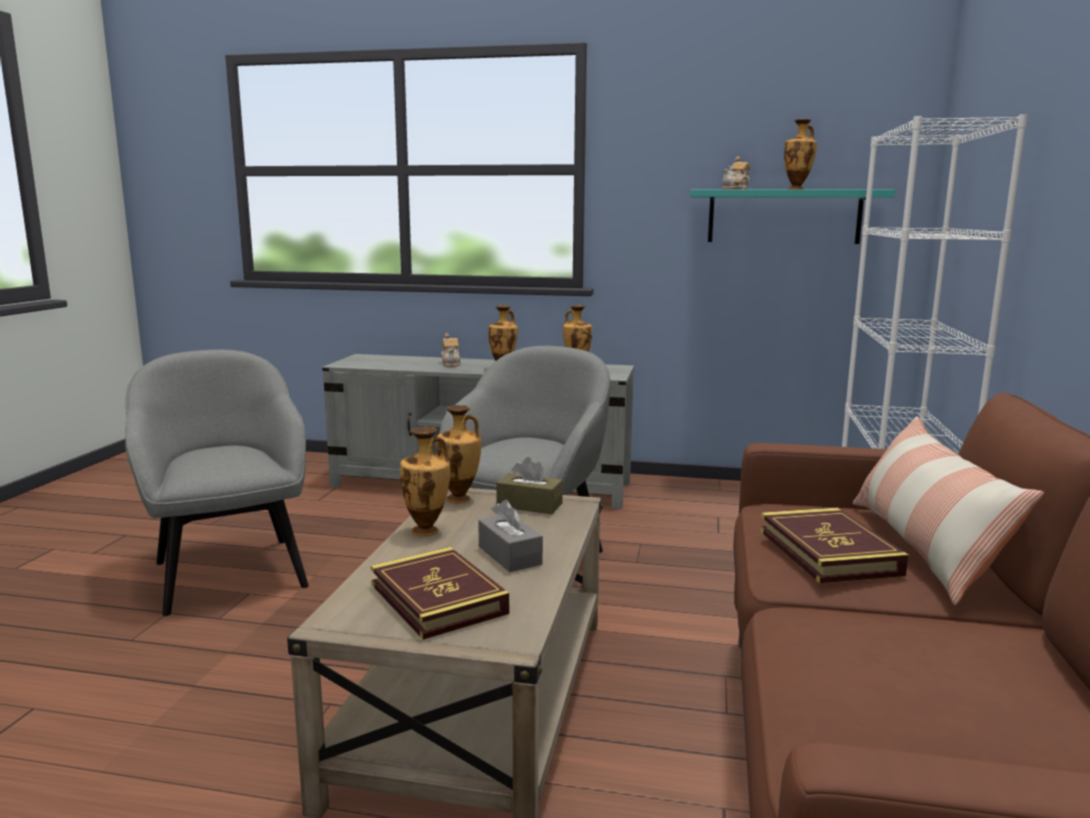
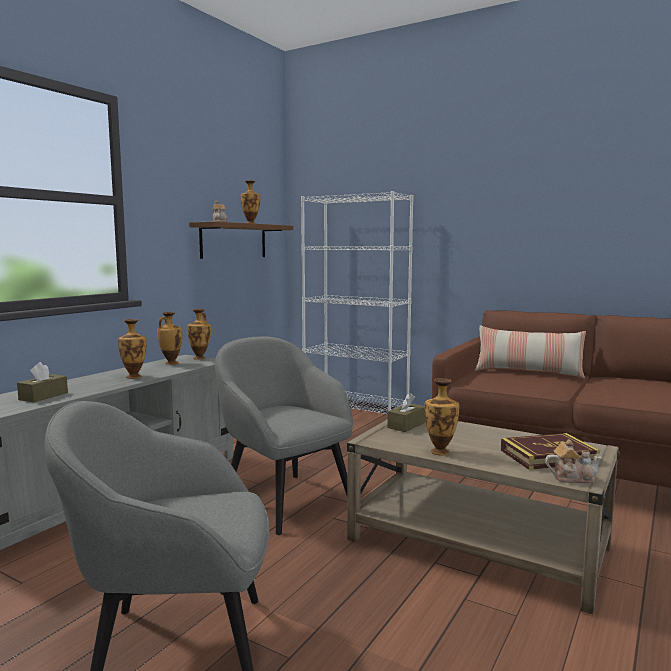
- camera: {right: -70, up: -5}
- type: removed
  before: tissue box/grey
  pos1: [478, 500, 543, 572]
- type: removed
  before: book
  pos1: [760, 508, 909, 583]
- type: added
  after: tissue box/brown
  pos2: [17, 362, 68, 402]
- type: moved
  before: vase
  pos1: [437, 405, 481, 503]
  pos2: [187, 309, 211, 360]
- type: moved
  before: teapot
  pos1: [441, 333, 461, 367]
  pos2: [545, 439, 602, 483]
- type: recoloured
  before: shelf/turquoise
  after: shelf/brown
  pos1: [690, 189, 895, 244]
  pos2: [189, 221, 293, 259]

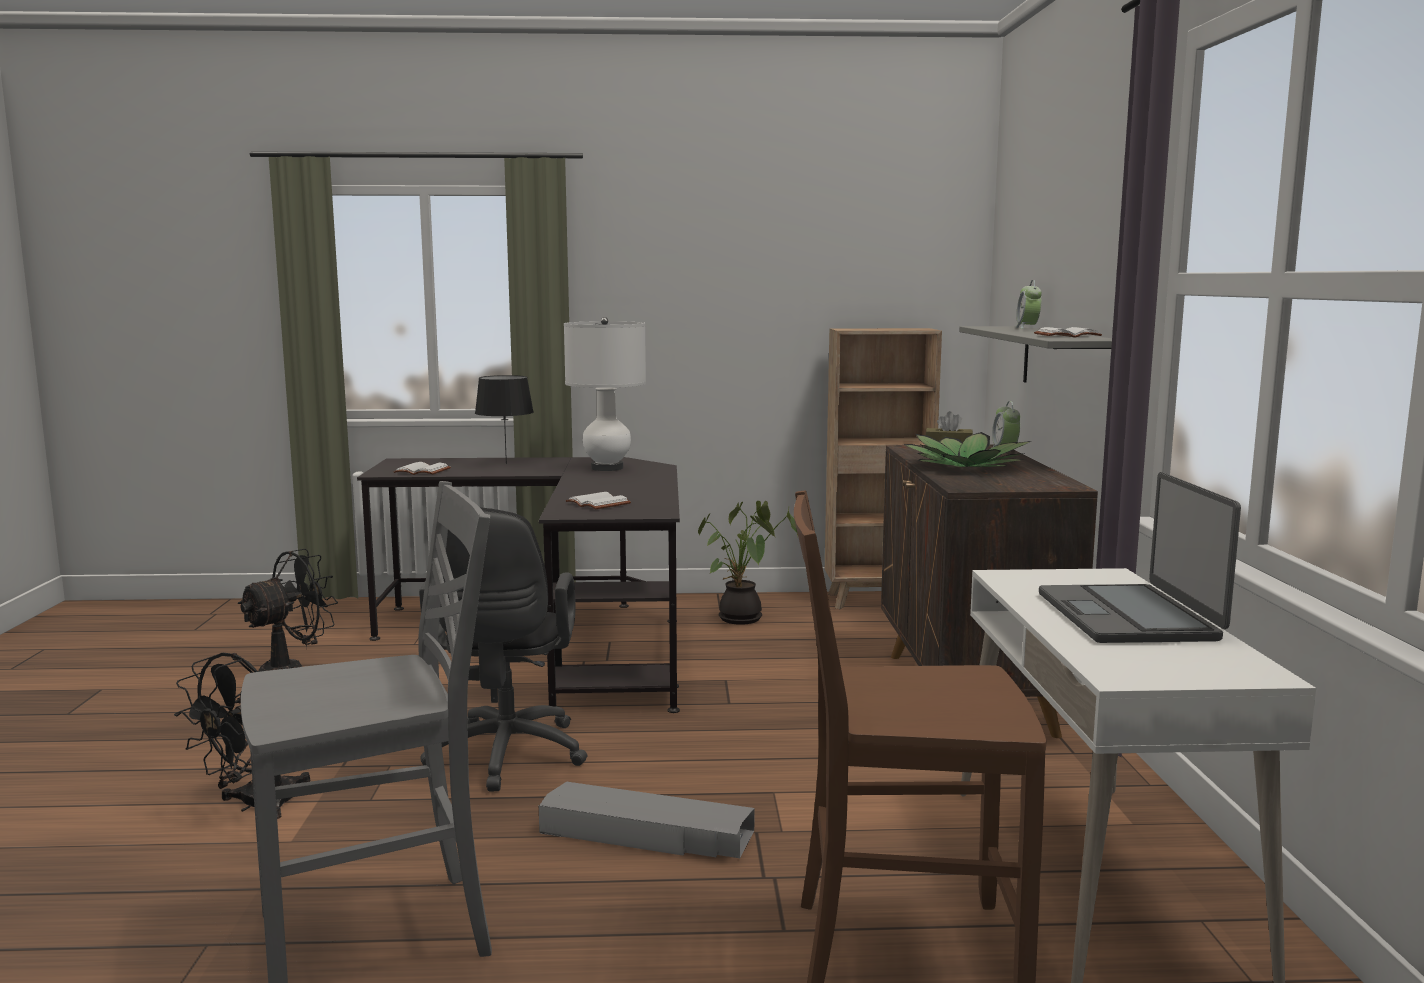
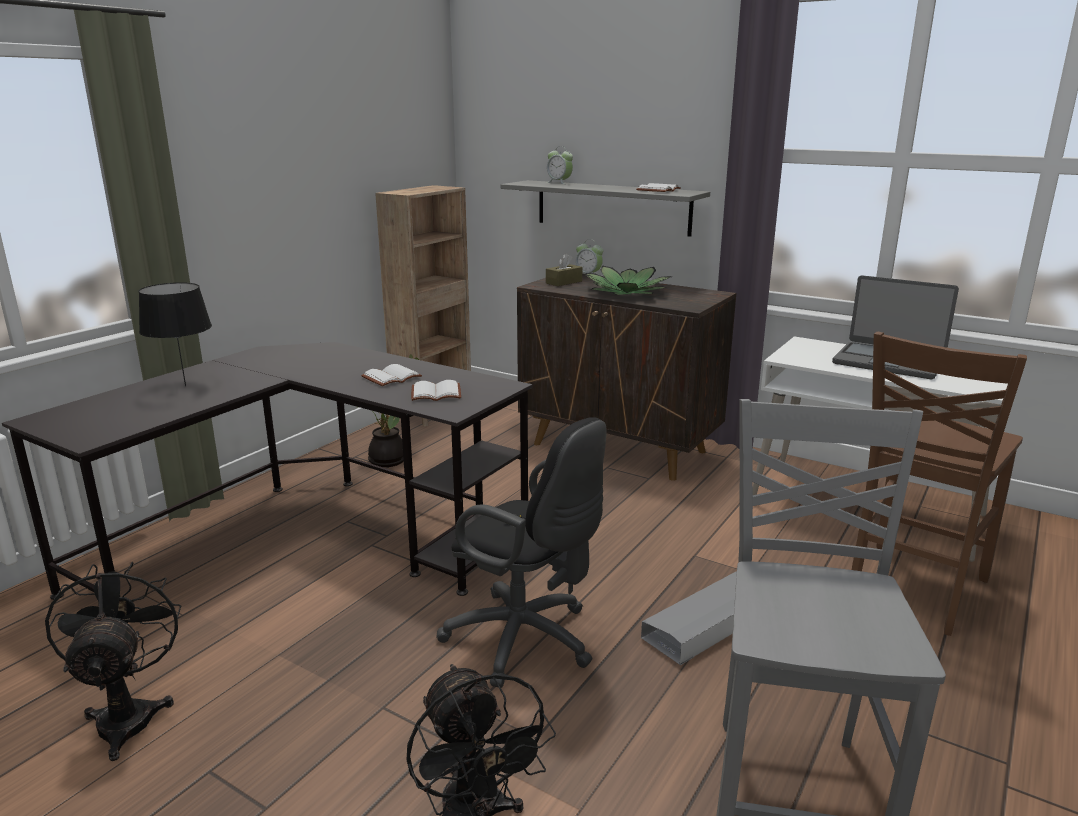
- camera: {right: -55, up: 10}
- type: removed
  before: table lamp/white
  pos1: [564, 317, 646, 471]
- type: moved
  before: book/white
  pos1: [393, 462, 451, 475]
  pos2: [361, 364, 422, 386]

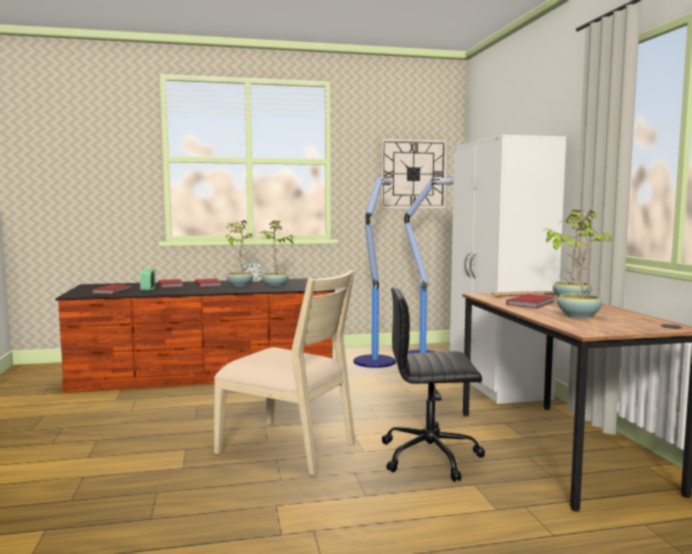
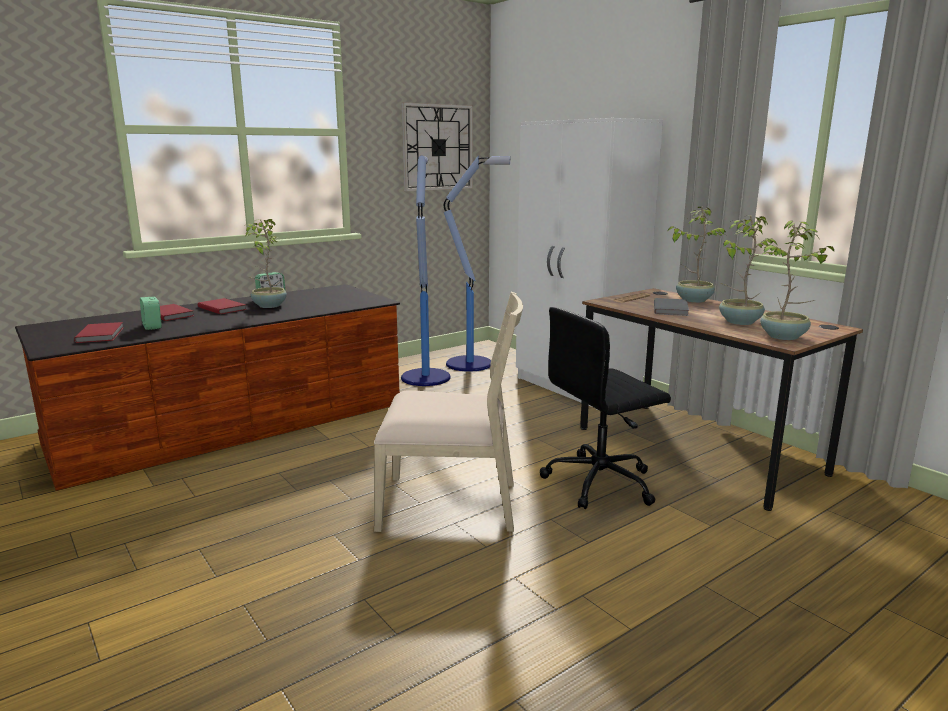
- camera: {right: -25, up: 10}
- type: moved
  before: potted plant
  pos1: [259, 220, 295, 287]
  pos2: [760, 220, 834, 340]
- type: recoloured
  before: book/red
  after: book/grey
  pos1: [506, 294, 554, 308]
  pos2: [654, 298, 689, 316]

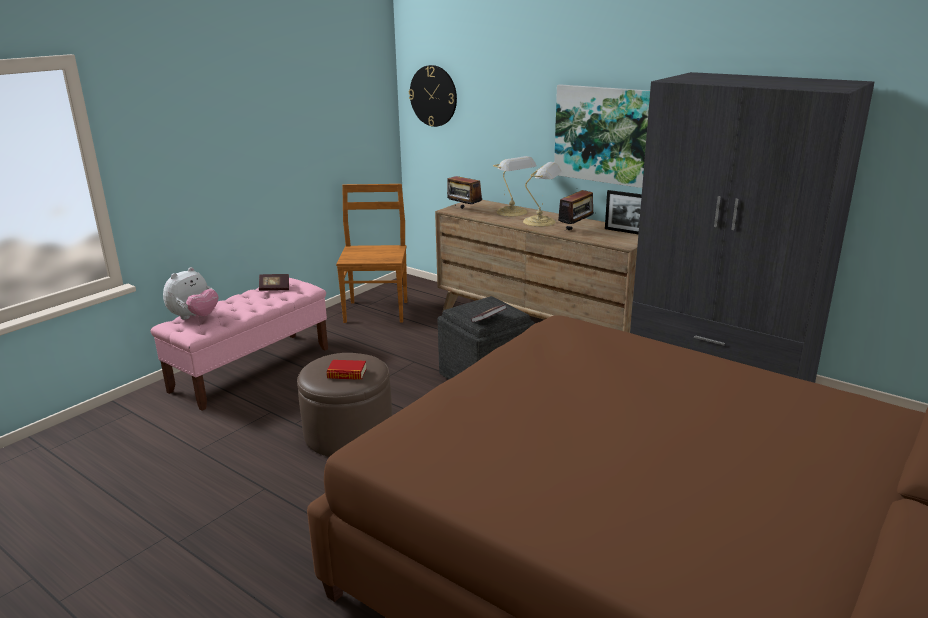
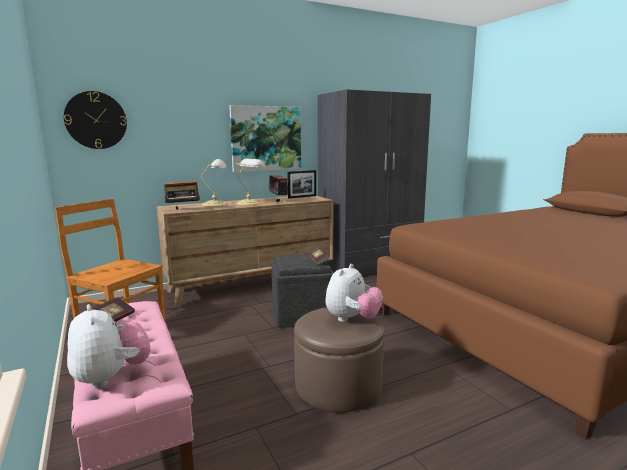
- camera: {right: -65, up: -10}
- type: replaced
  before: book
  after: plush toy
  pos1: [327, 360, 367, 380]
  pos2: [325, 264, 383, 322]

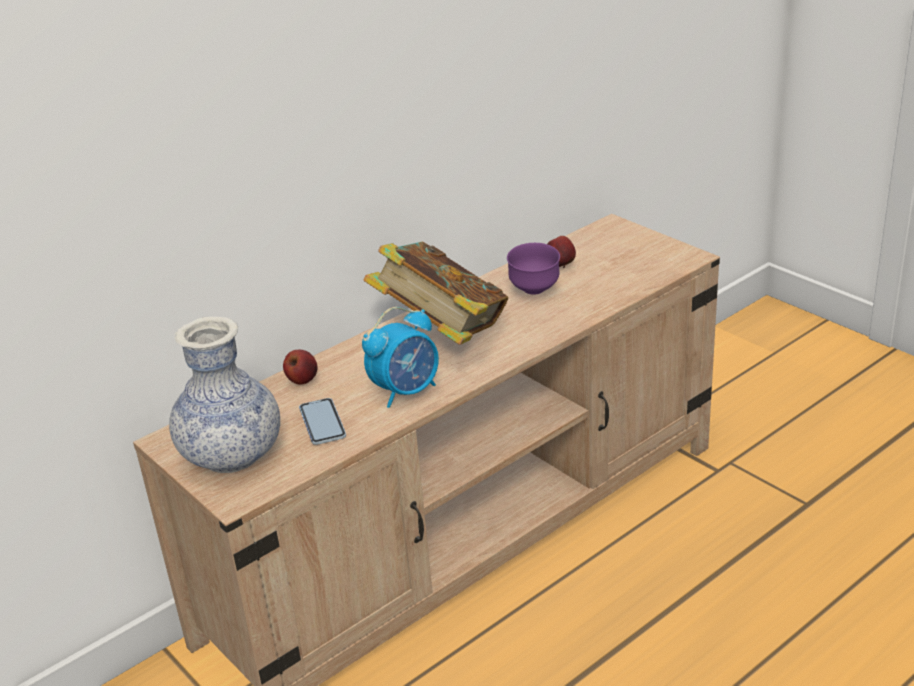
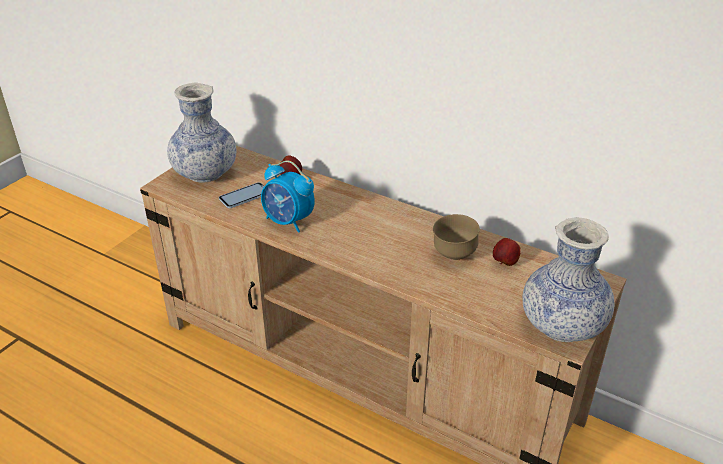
- camera: {right: 70, up: 5}
- type: removed
  before: book
  pos1: [364, 241, 508, 345]
- type: added
  after: vase
  pos2: [522, 217, 615, 342]
- type: recoloured
  before: bowl/purple
  after: bowl/brown
  pos1: [507, 243, 560, 295]
  pos2: [433, 214, 480, 260]

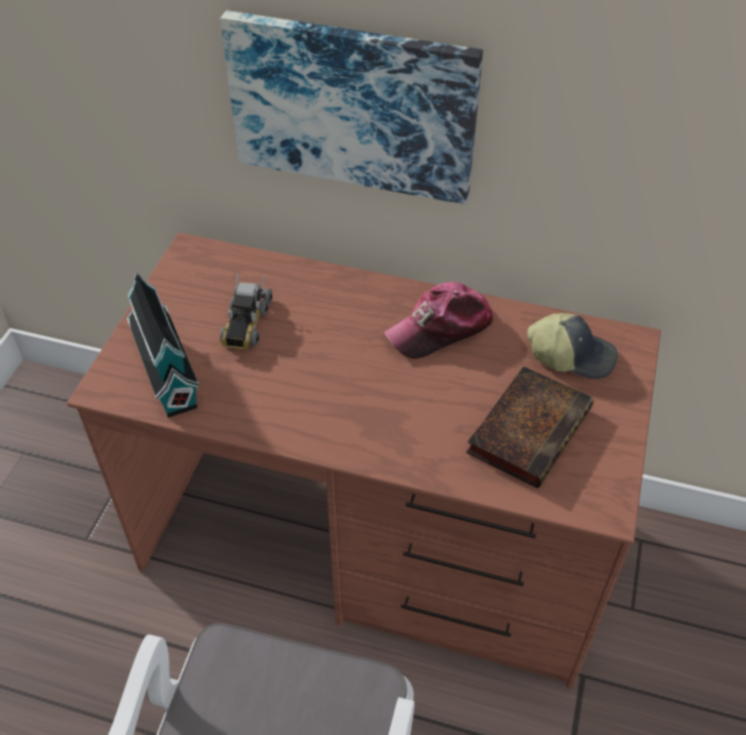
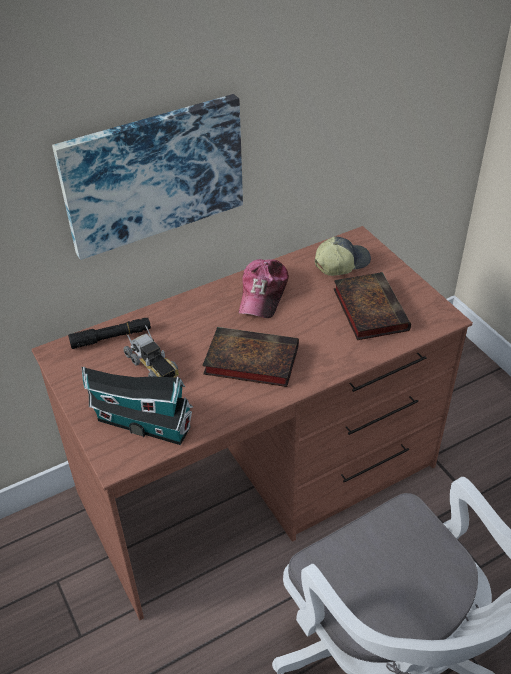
- camera: {right: -45, up: -5}
- type: added
  after: flashlight/black
  pos2: [68, 318, 151, 349]
- type: added
  after: book
  pos2: [202, 327, 299, 387]

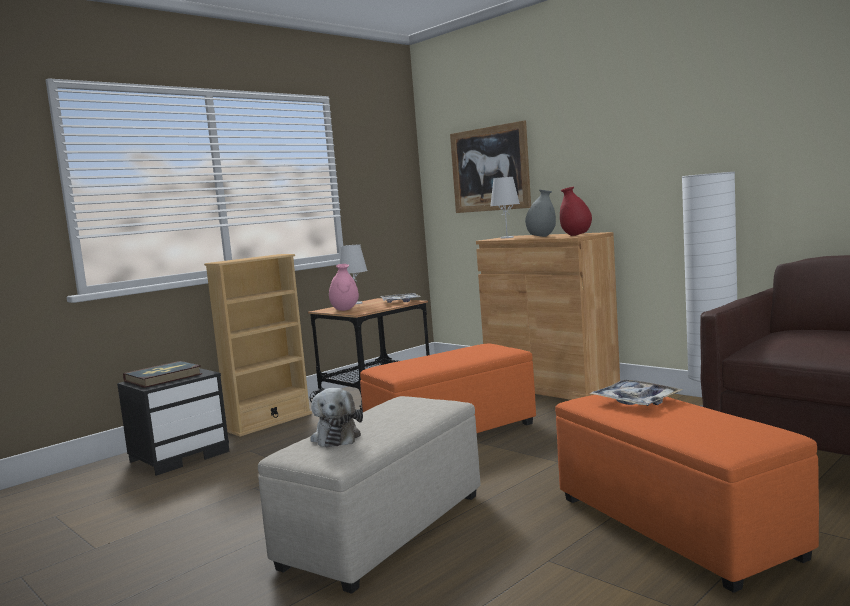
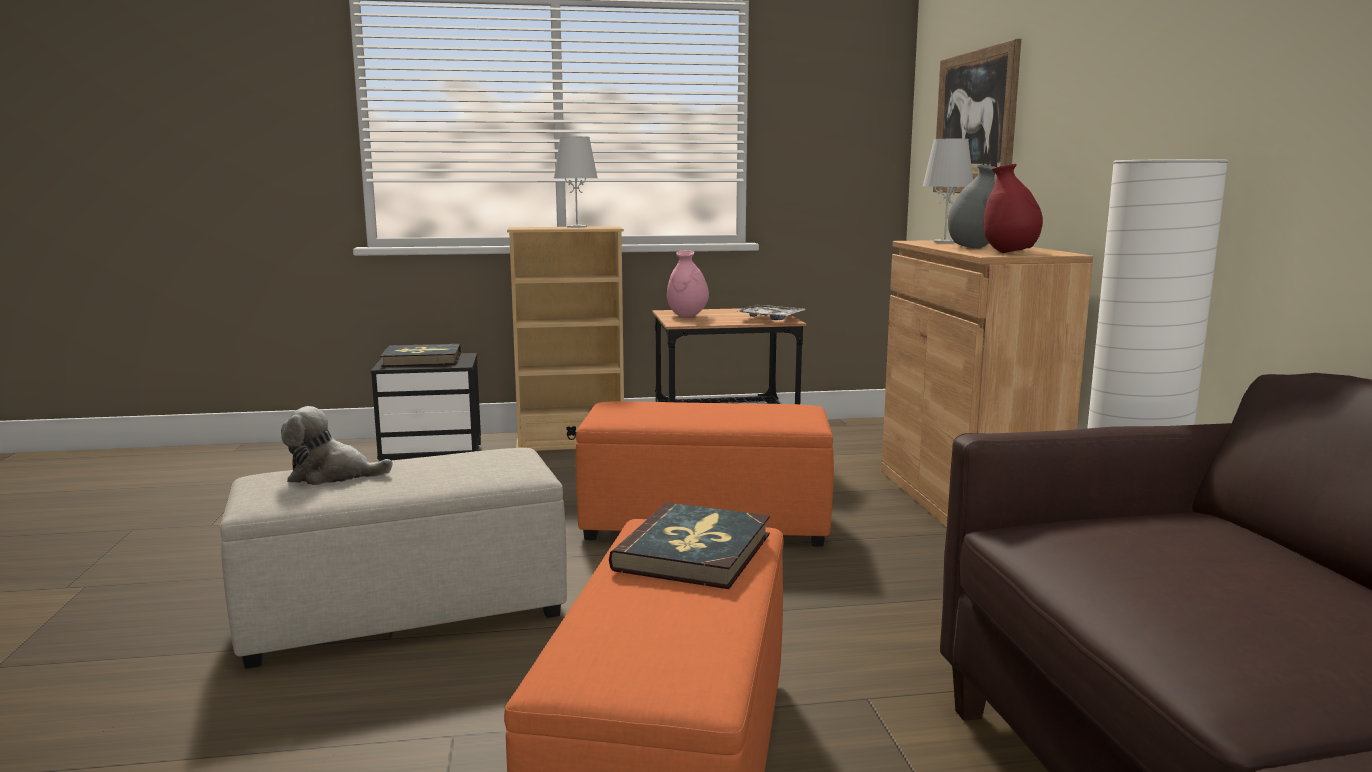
- camera: {right: 35, up: 5}
- type: moved
  before: table lamp/white
  pos1: [340, 244, 368, 304]
  pos2: [554, 136, 598, 228]
- type: replaced
  before: tray
  after: book
  pos1: [589, 380, 683, 406]
  pos2: [609, 503, 770, 589]
- type: turned
  before: plush toy
  pos1: [310, 388, 363, 447]
  pos2: [281, 406, 393, 485]
  turn: 60

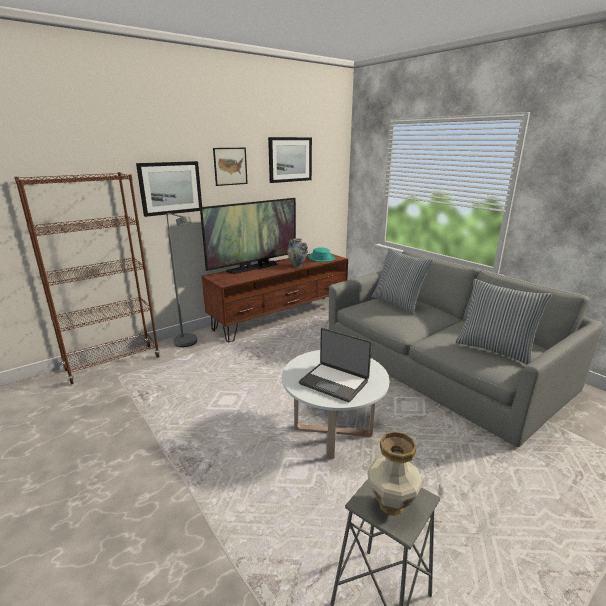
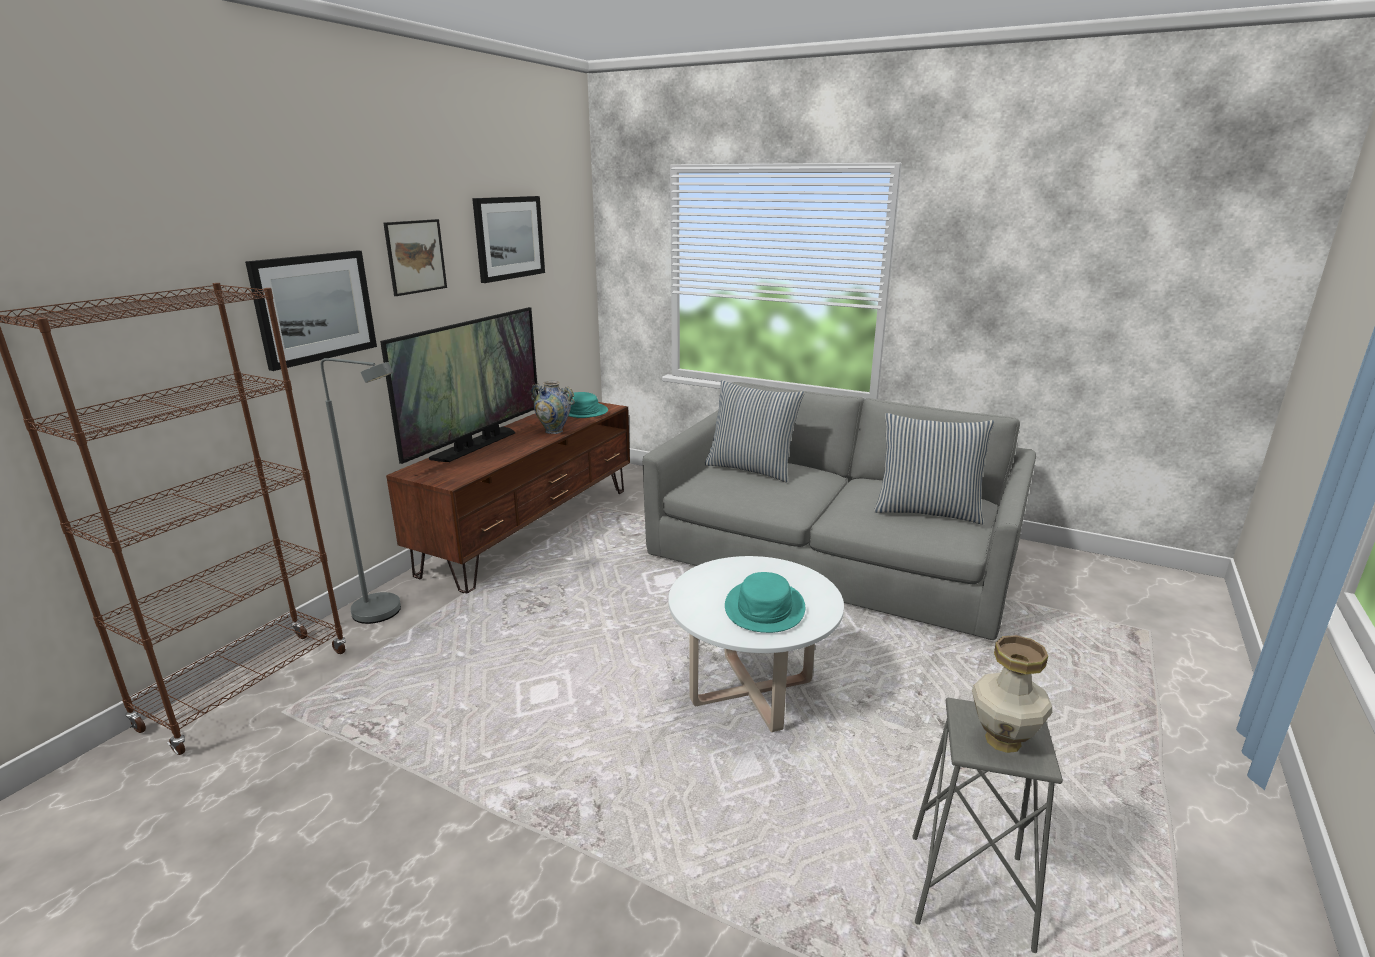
- camera: {right: -25, up: 0}
- type: replaced
  before: laptop
  after: hat/turquoise
  pos1: [299, 328, 372, 402]
  pos2: [725, 572, 805, 633]

